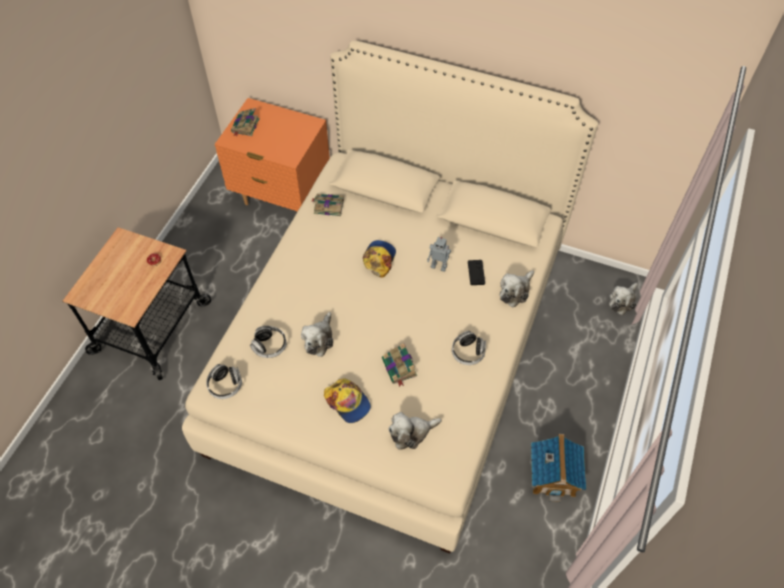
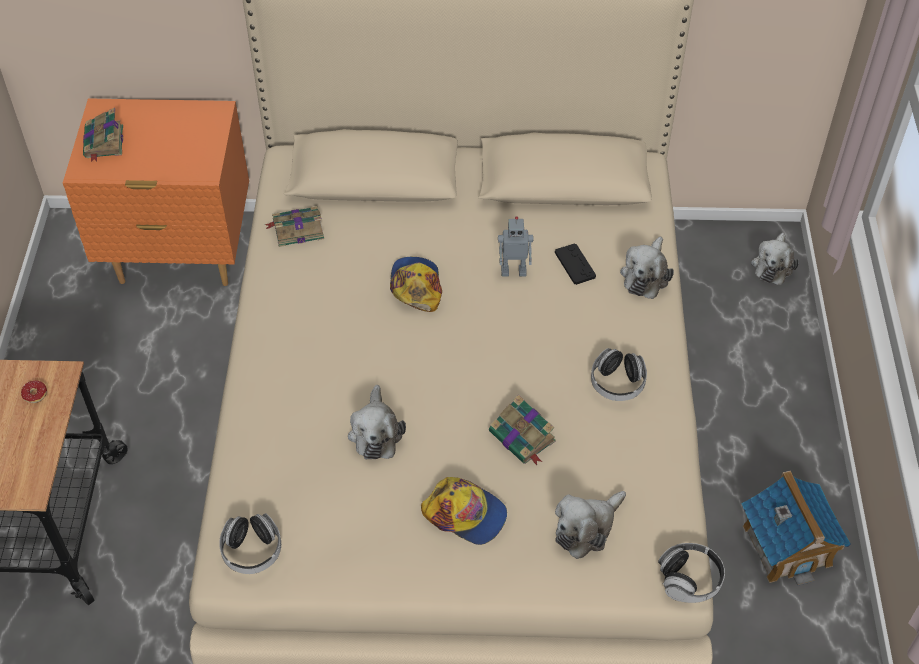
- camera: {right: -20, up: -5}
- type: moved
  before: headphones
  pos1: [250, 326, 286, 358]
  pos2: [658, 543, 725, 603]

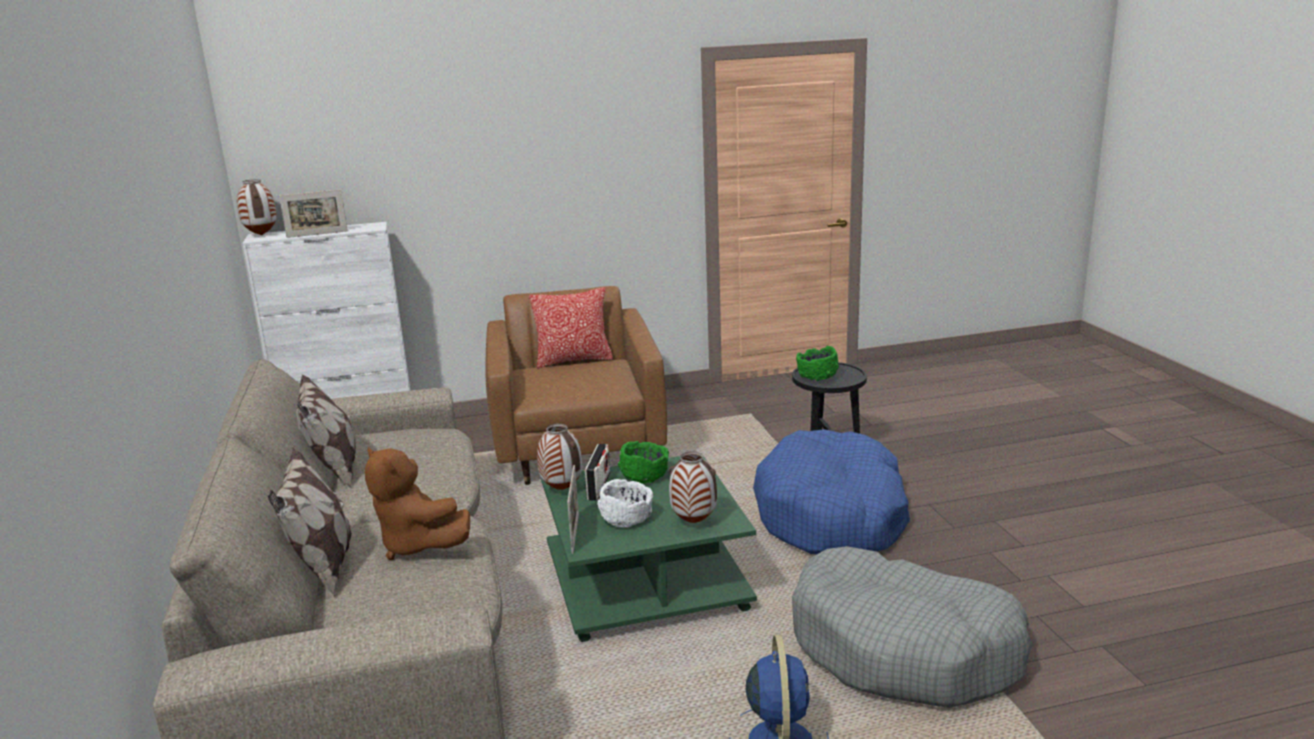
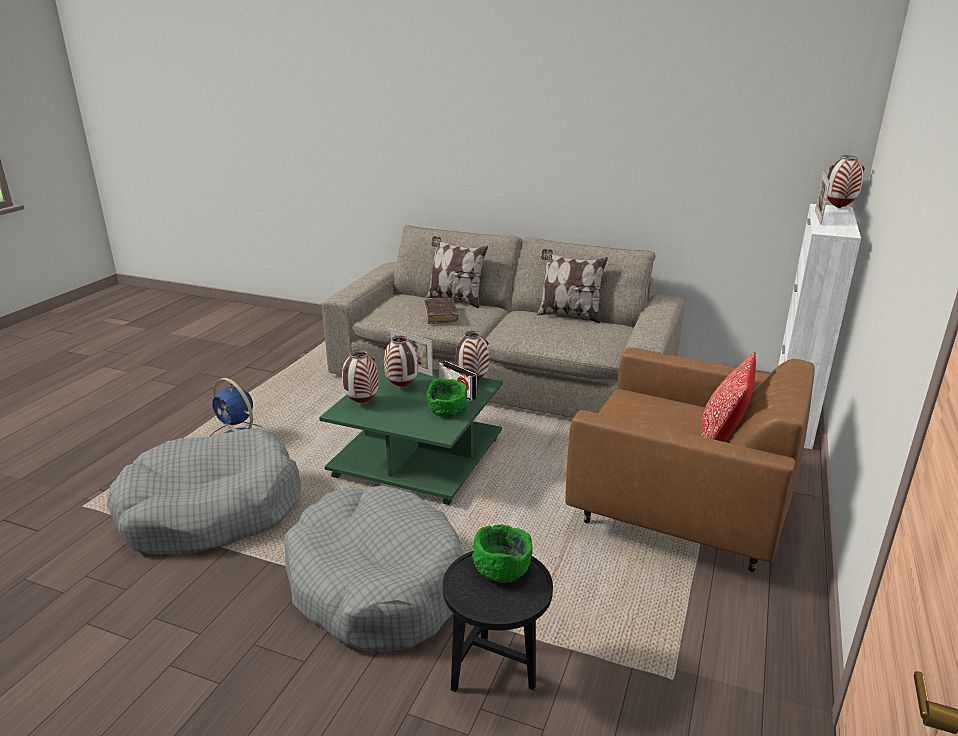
- camera: {right: 125, up: 5}
- type: replaced
  before: plush toy/brown
  after: book/brown
  pos1: [365, 447, 470, 560]
  pos2: [424, 298, 459, 324]
- type: replaced
  before: bowl/white
  after: vase
  pos1: [597, 479, 653, 527]
  pos2: [384, 336, 418, 387]
- type: recoloured
  before: dog bed/blue
  after: dog bed/grey
  pos1: [753, 429, 910, 554]
  pos2: [285, 485, 464, 652]

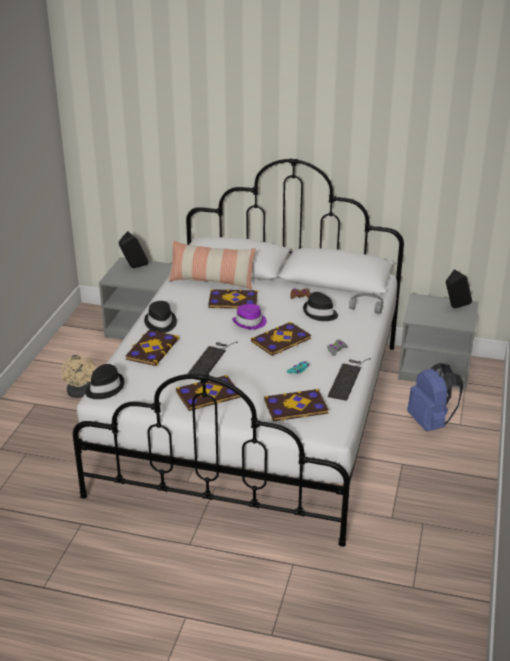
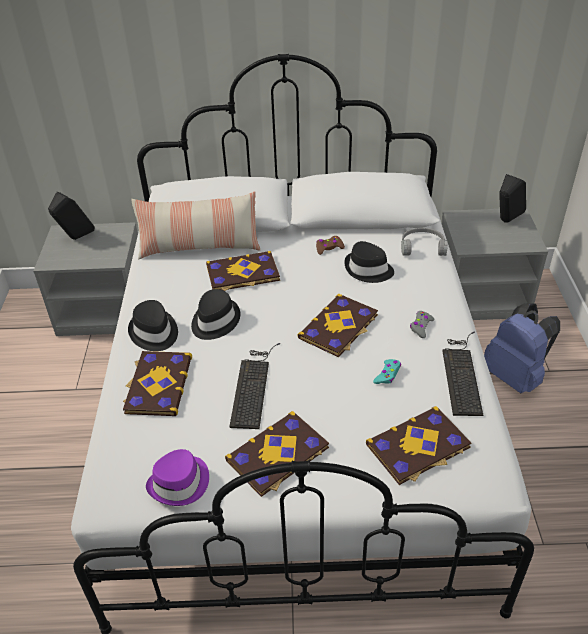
- camera: {right: -15, up: 10}
- type: removed
  before: fan/beige
  pos1: [61, 355, 96, 398]
- type: moved
  before: hat/black
  pos1: [85, 364, 125, 399]
  pos2: [191, 289, 241, 340]
- type: moved
  before: hat/purple
  pos1: [232, 304, 267, 330]
  pos2: [146, 449, 209, 506]

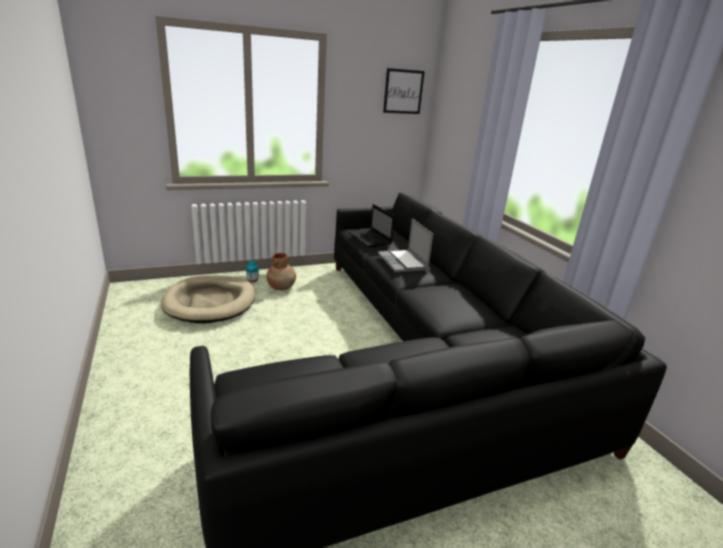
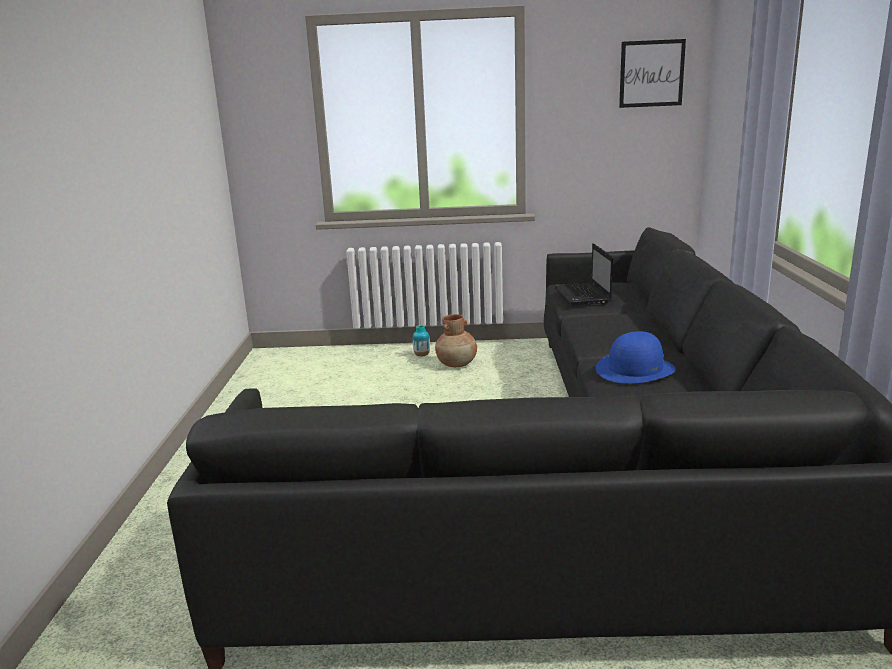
- camera: {right: 25, up: -5}
- type: removed
  before: dog bed/beige
  pos1: [161, 275, 255, 324]
- type: removed
  before: laptop
  pos1: [378, 218, 433, 272]
- type: added
  after: hat/blue
  pos2: [596, 331, 676, 384]

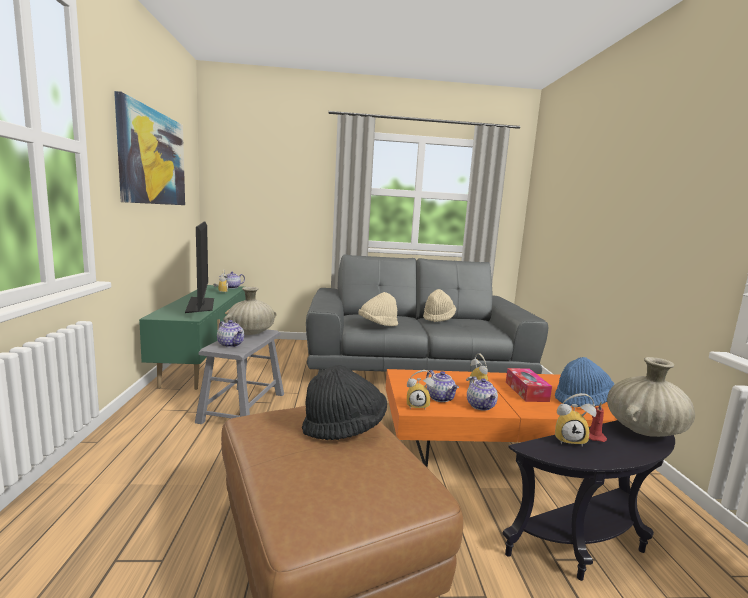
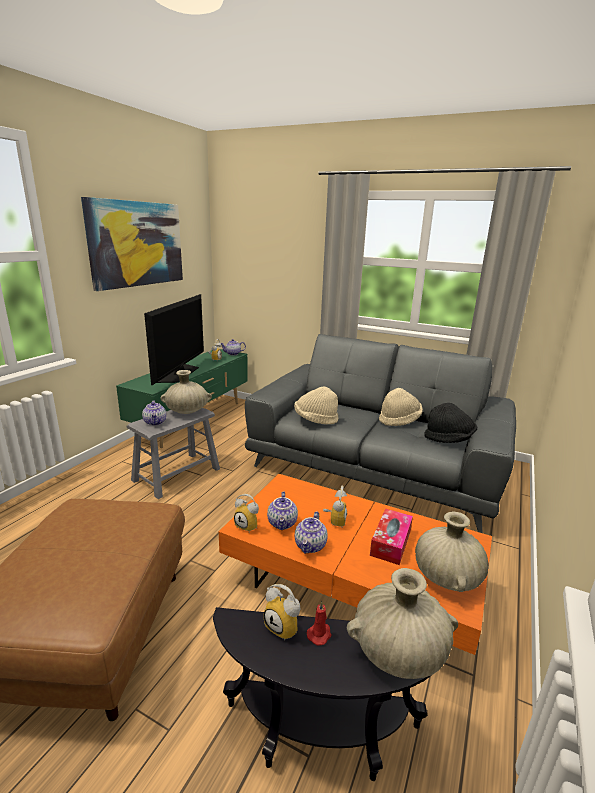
- camera: {right: 30, up: 10}
- type: moved
  before: hat/black
  pos1: [302, 365, 387, 440]
  pos2: [424, 403, 477, 443]
- type: replaced
  before: hat/blue
  after: vase/beige
  pos1: [555, 357, 614, 407]
  pos2: [415, 512, 489, 592]

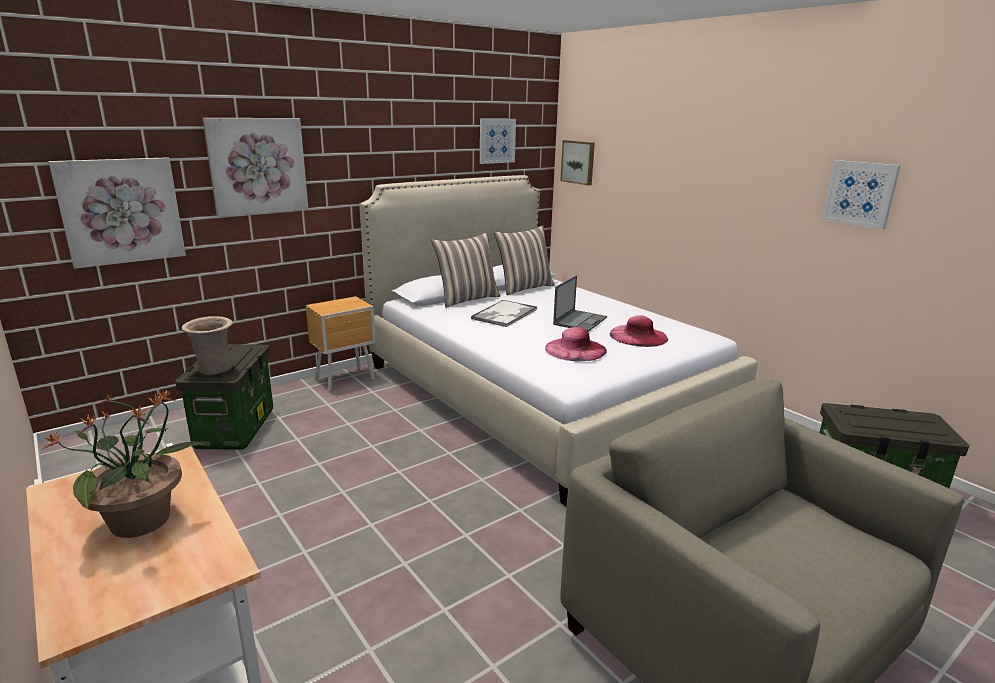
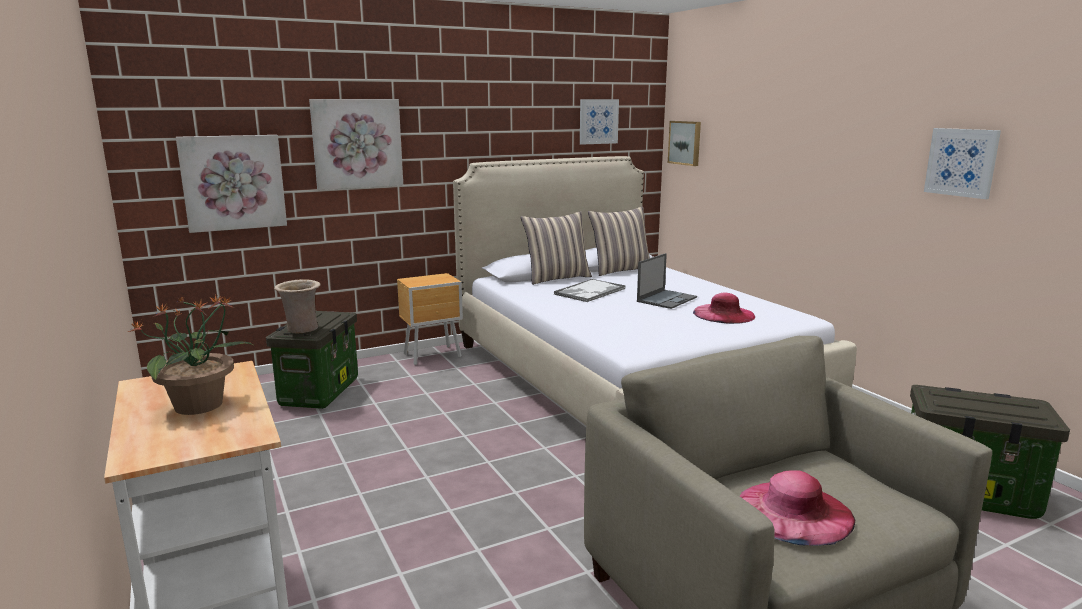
- camera: {right: 10, up: -5}
- type: moved
  before: hat/pink
  pos1: [545, 327, 607, 361]
  pos2: [740, 470, 855, 546]

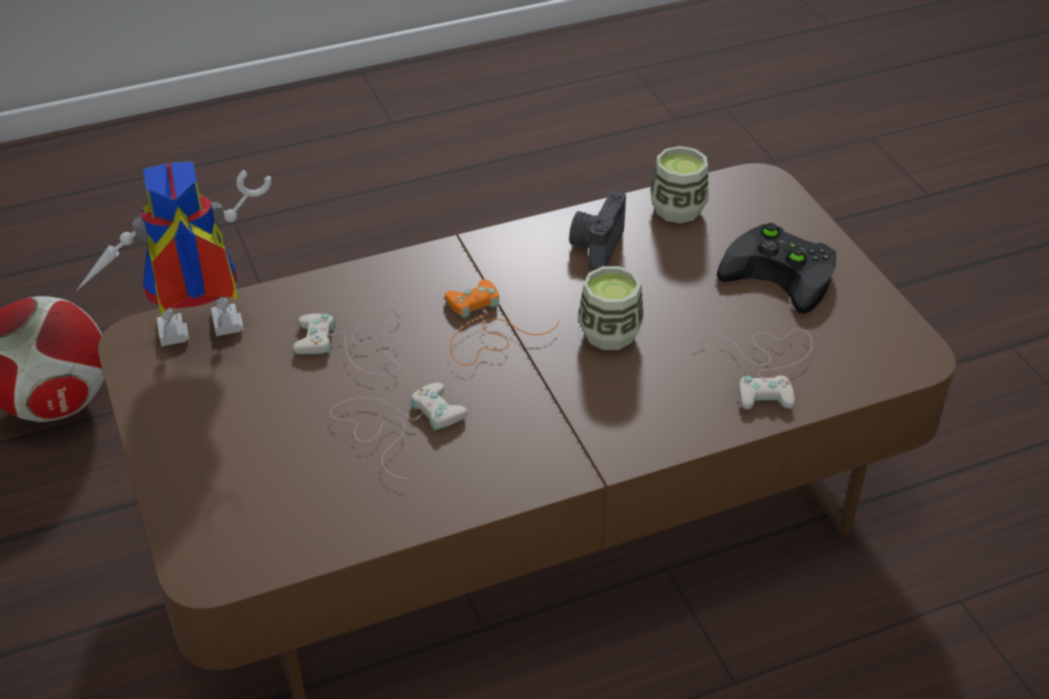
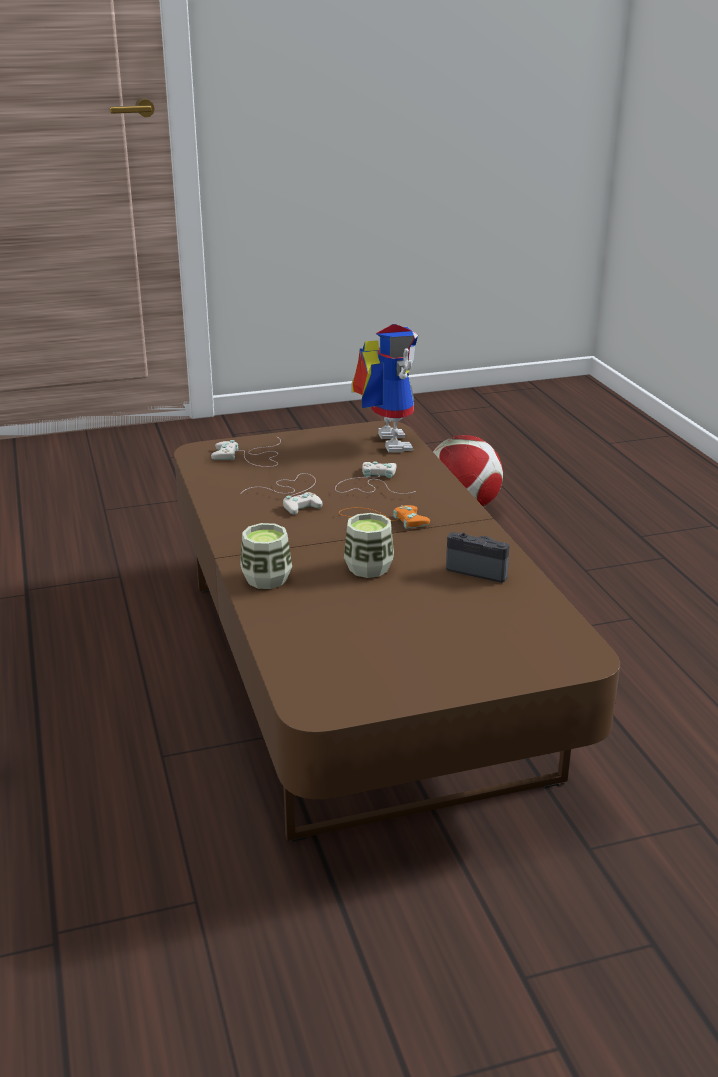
- camera: {right: 95, up: -15}
- type: removed
  before: game controller/black
  pos1: [717, 223, 836, 314]
- type: moved
  before: cup
  pos1: [650, 146, 708, 223]
  pos2: [240, 523, 292, 589]
- type: moved
  before: game controller/white
  pos1: [693, 329, 812, 410]
  pos2: [211, 437, 281, 467]

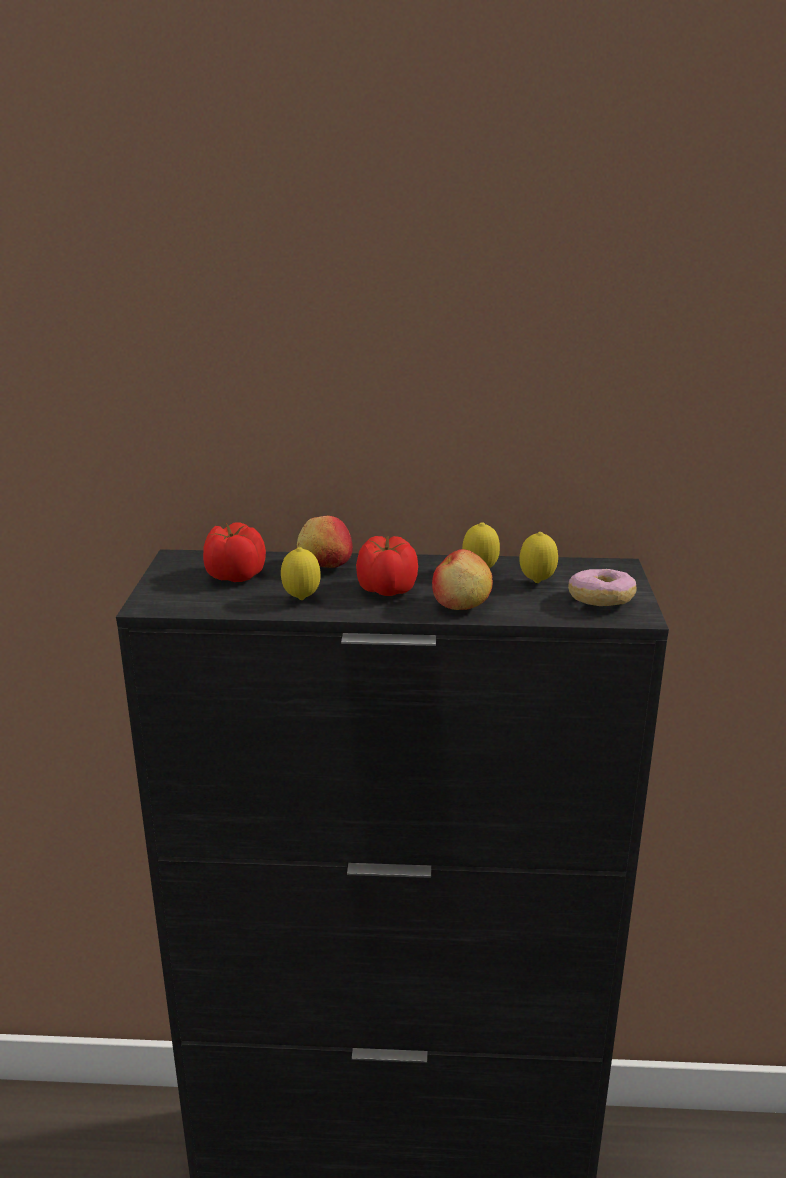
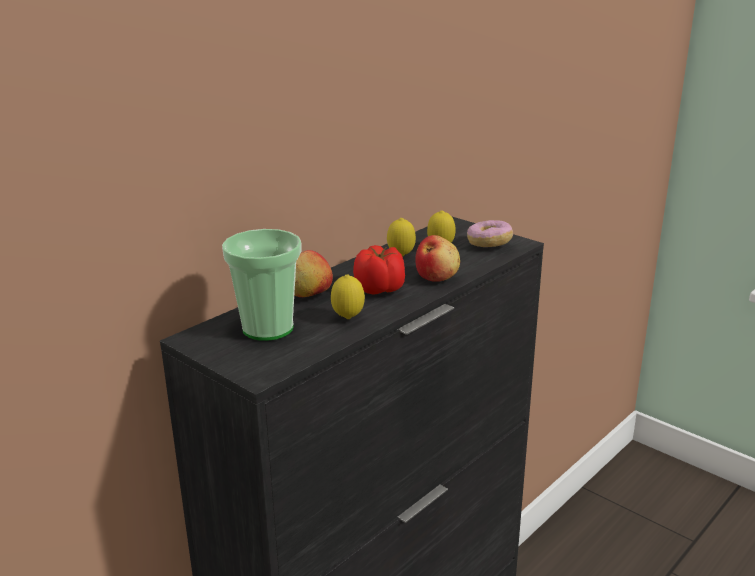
- camera: {right: -50, up: 0}
- type: replaced
  before: tomato
  after: cup
  pos1: [203, 522, 266, 582]
  pos2: [222, 229, 302, 341]

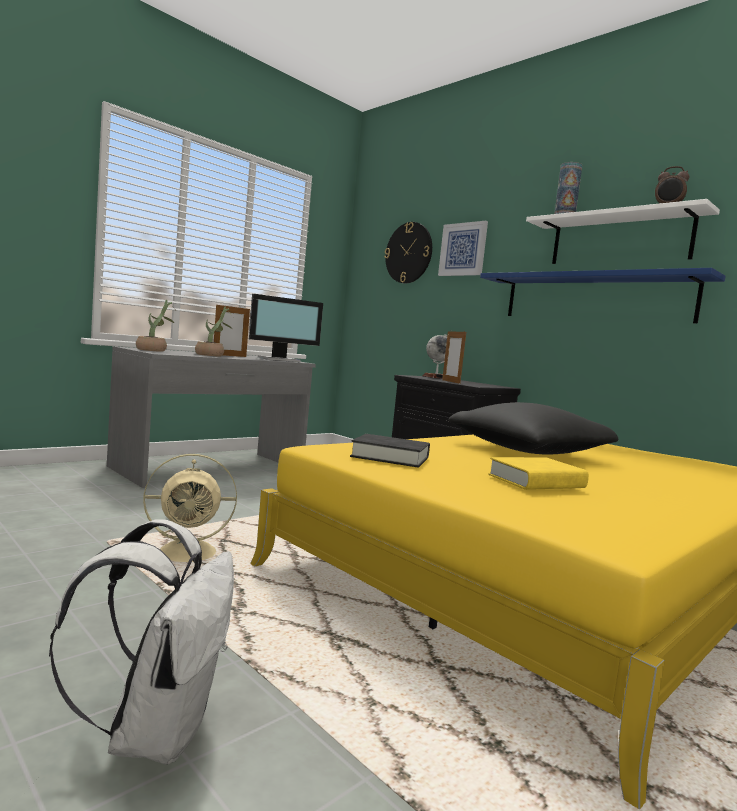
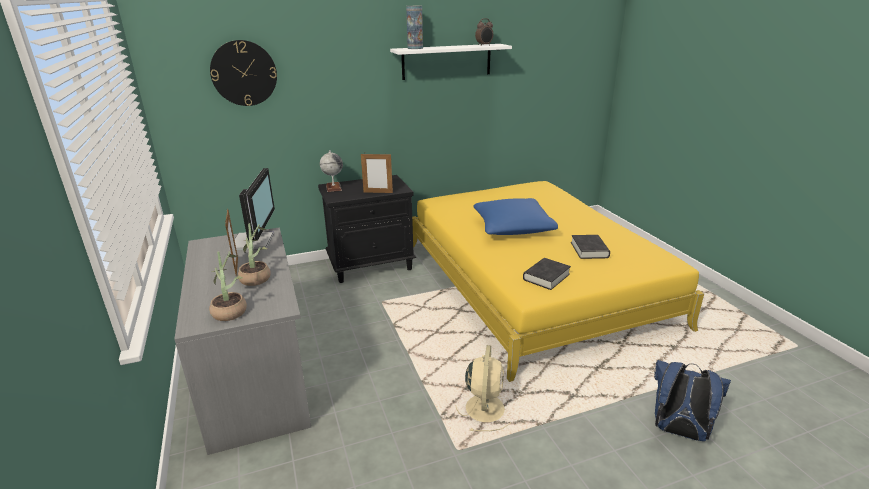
- camera: {right: -65, up: 20}
- type: removed
  before: picture
  pos1: [438, 221, 488, 276]
- type: removed
  before: shelf/blue
  pos1: [480, 268, 726, 324]
- type: recoloured
  before: backpack/white
  after: backpack/blue
  pos1: [49, 519, 234, 764]
  pos2: [654, 360, 731, 441]
- type: recoloured
  before: pillow/black
  after: pillow/blue
  pos1: [449, 402, 618, 454]
  pos2: [473, 198, 558, 235]
- type: recoloured
  before: book/yellow
  after: book/black
  pos1: [488, 457, 589, 490]
  pos2: [571, 235, 610, 259]

